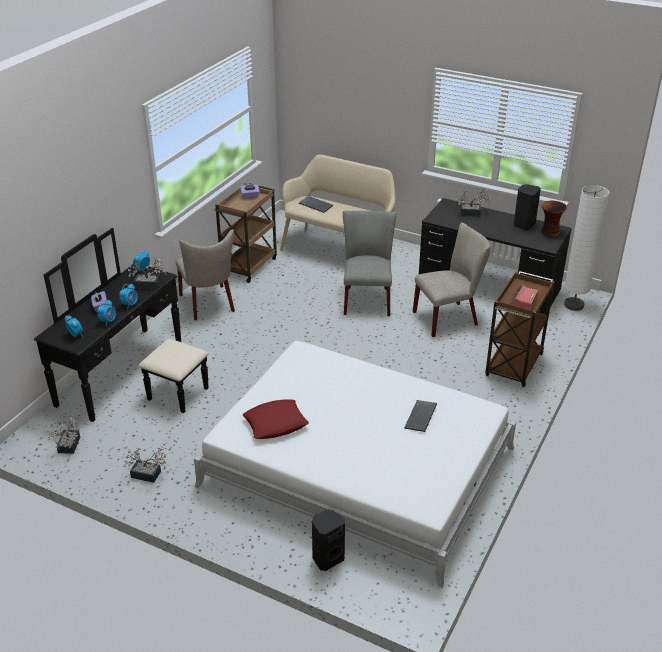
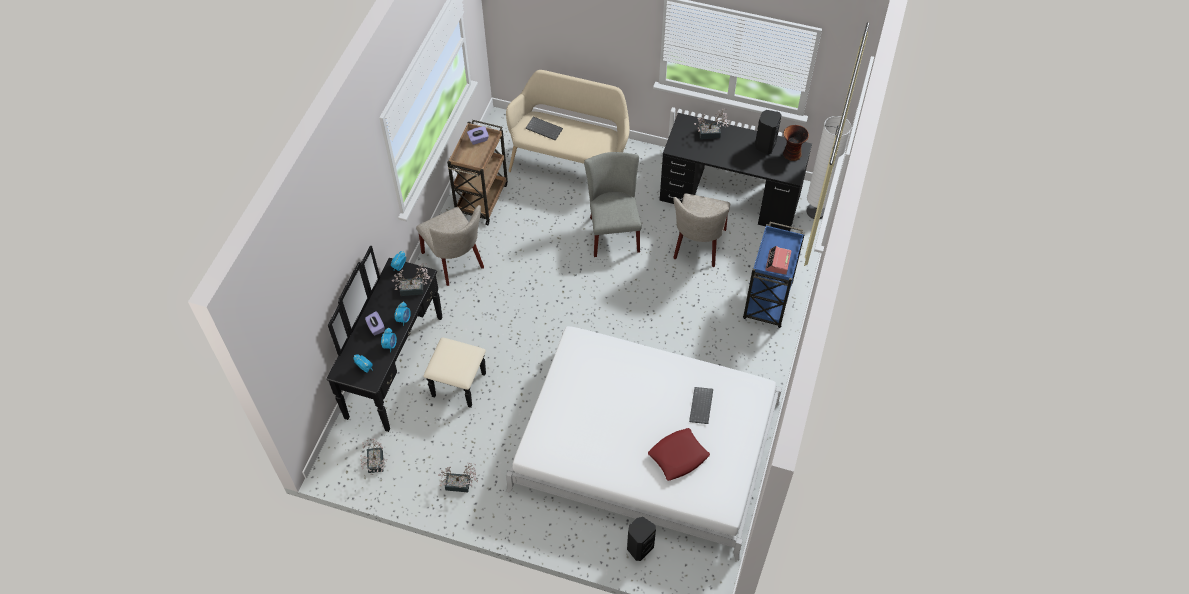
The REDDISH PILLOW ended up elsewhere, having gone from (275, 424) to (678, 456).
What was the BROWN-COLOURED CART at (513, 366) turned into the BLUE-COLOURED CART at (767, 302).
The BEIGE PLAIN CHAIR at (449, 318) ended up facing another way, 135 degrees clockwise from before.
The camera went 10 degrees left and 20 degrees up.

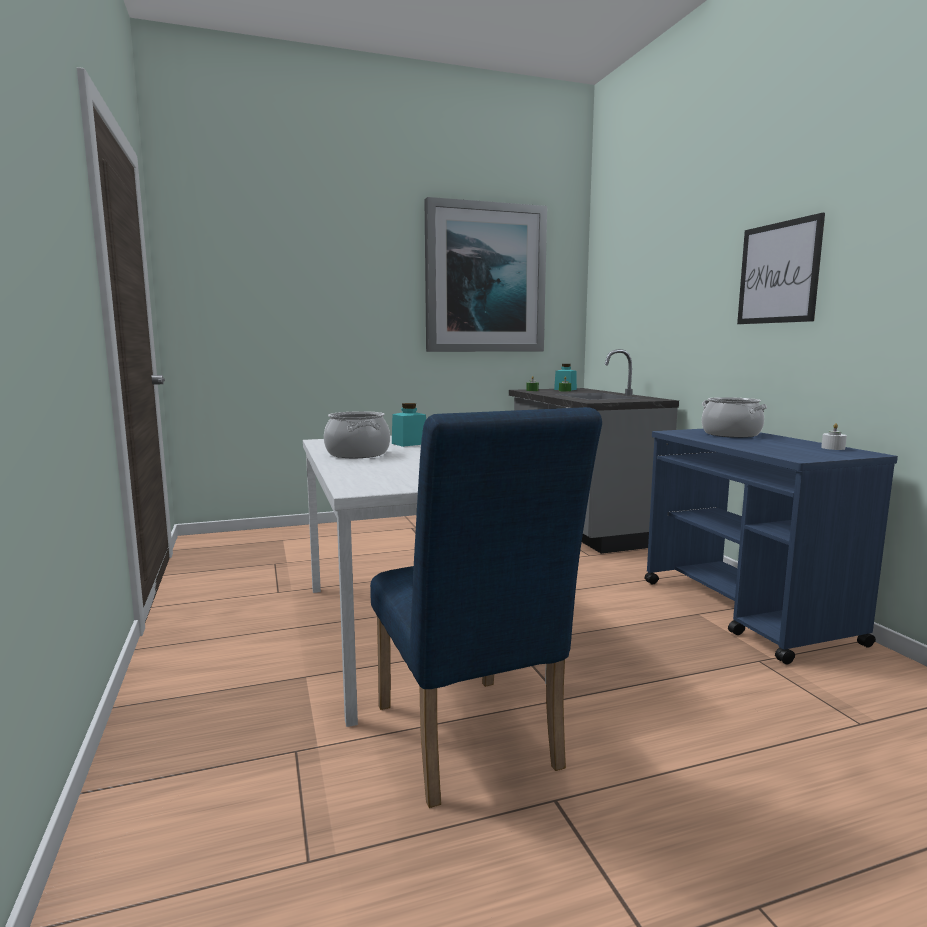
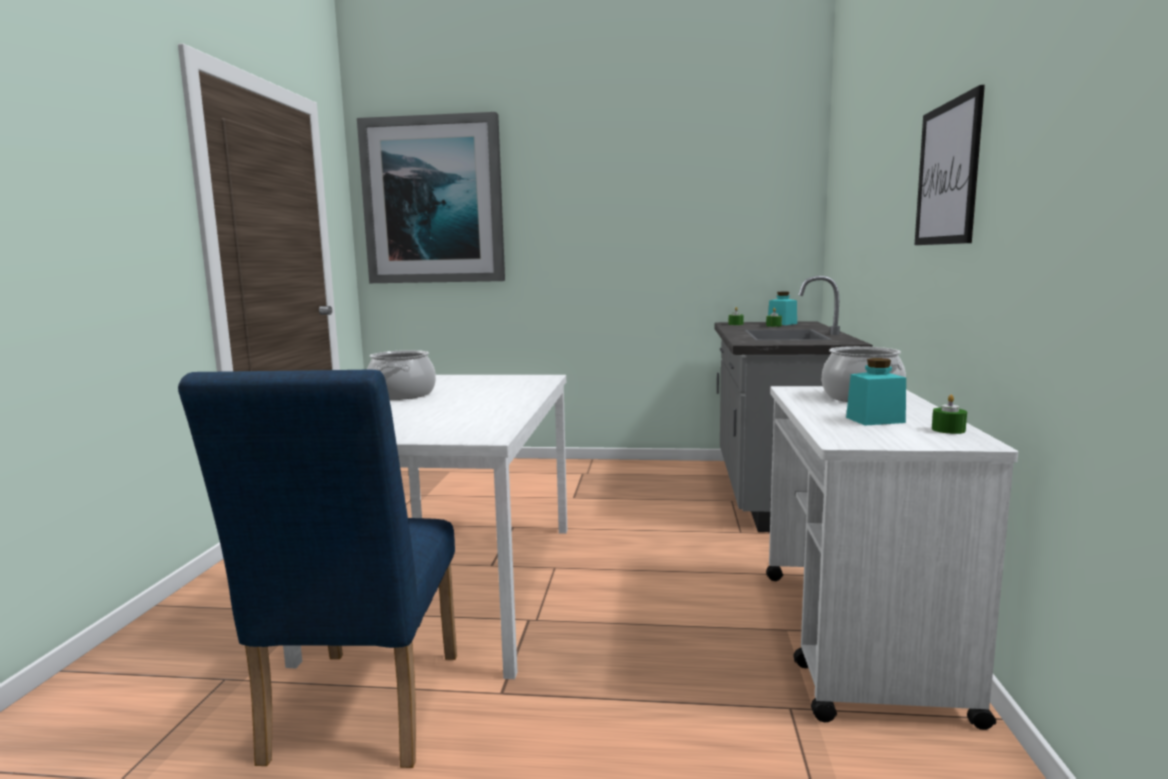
The BLUE-GREEN PRESERVE JAR ended up elsewhere, having gone from (409, 443) to (875, 420).
The WALL PICTURE ended up elsewhere, having gone from (484, 279) to (434, 201).
What was the BLUE-COLOURED CART at (746, 612) turned into the WHITE CART at (857, 640).
What was the WHITE CANDLE at (833, 448) turned into the GREENISH CANDLE at (948, 430).
The camera went 25 degrees right and 0 degrees up.

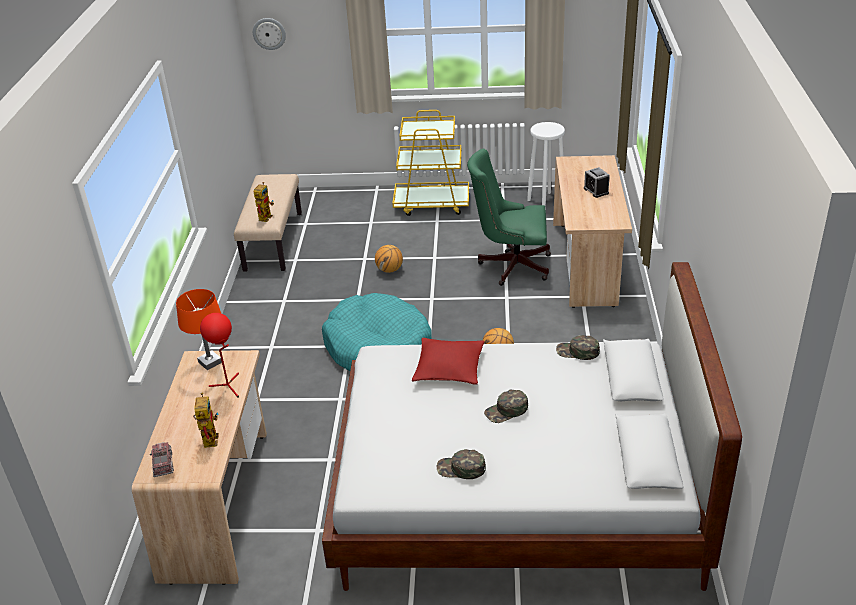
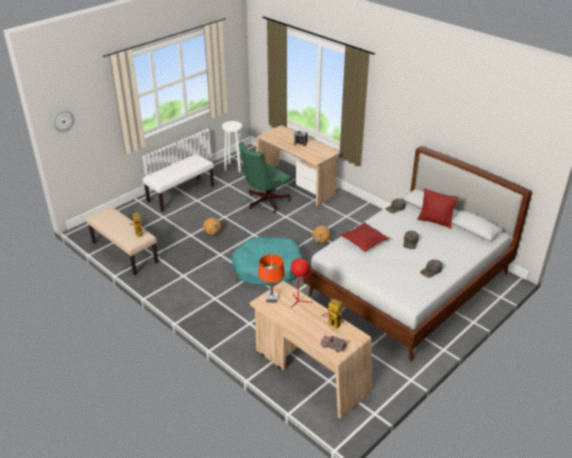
The second view gained the REDDISH PILLOW at (435, 221).
Where the YELLOW CART stood at (432, 204), the WHITE INDOOR BENCH came to stand at (181, 193).
The camera went 50 degrees left and 0 degrees up.

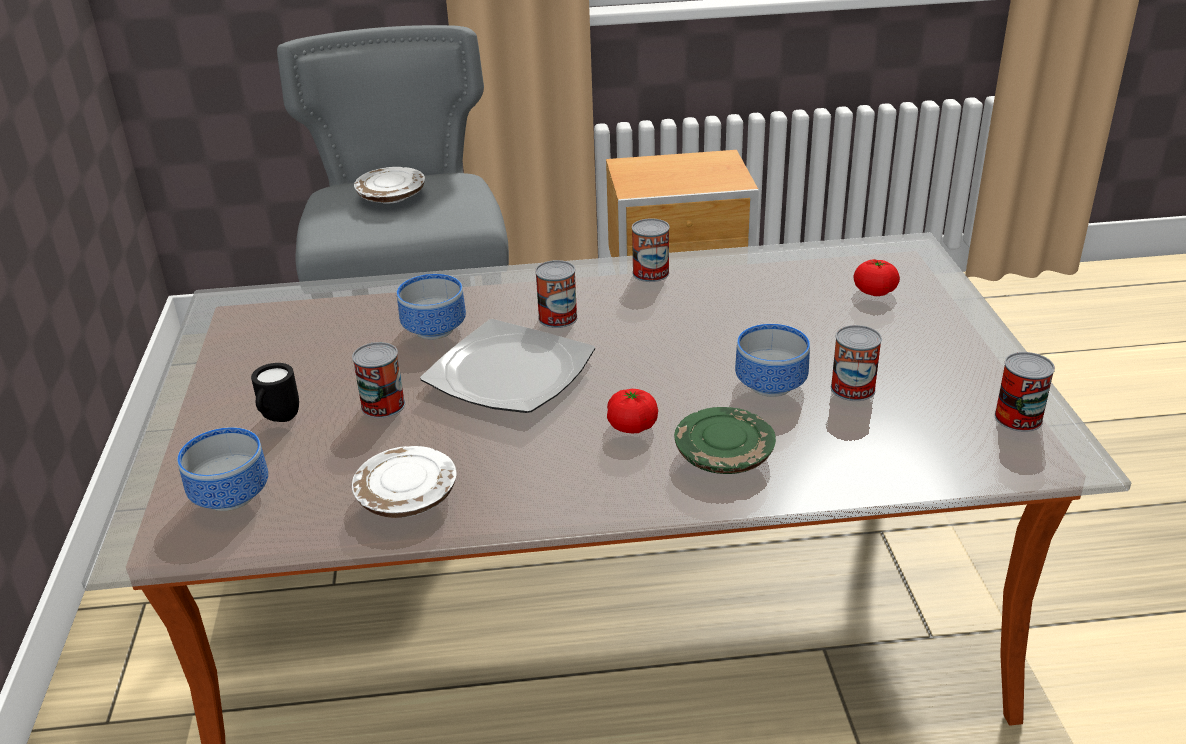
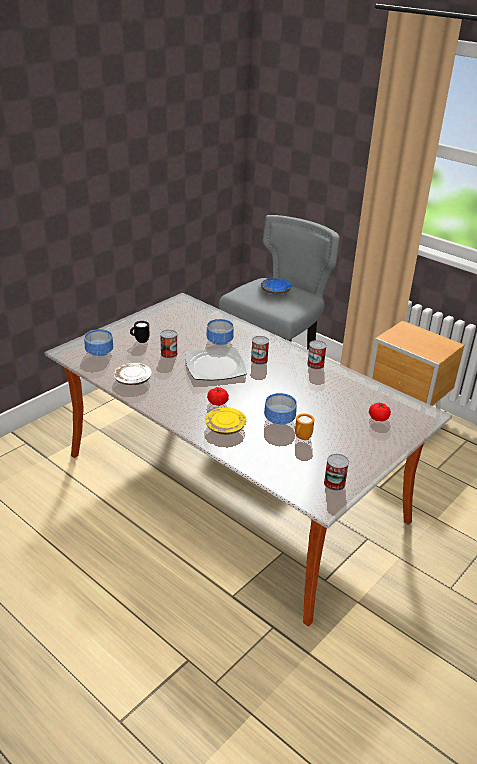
Where the CAN stood at (852, 388), the ORANGEY MUG came to stand at (301, 438).
What was the WHITE DINNER PLATE at (392, 196) turned into the BLUE-COLOURED DINNER PLATE at (275, 291).
What was the GREENISH DINNER PLATE at (724, 455) turned into the YELLOW DINNER PLATE at (225, 427).
The camera went 45 degrees right and 0 degrees up.

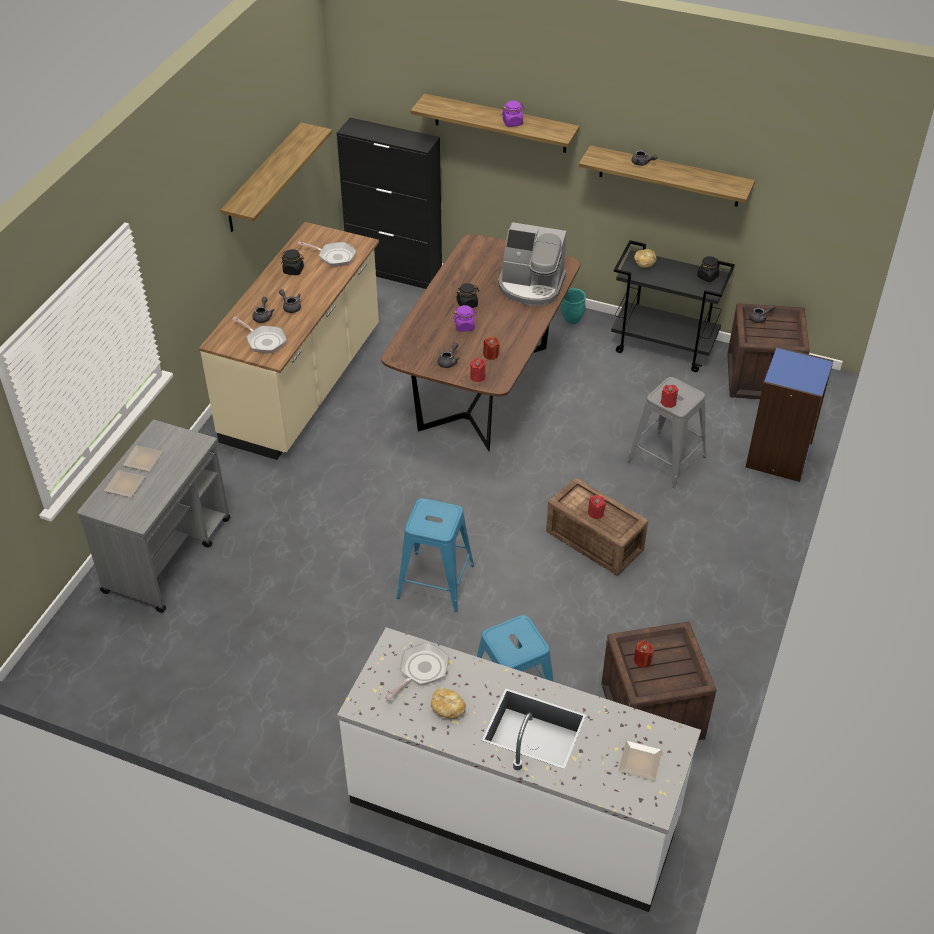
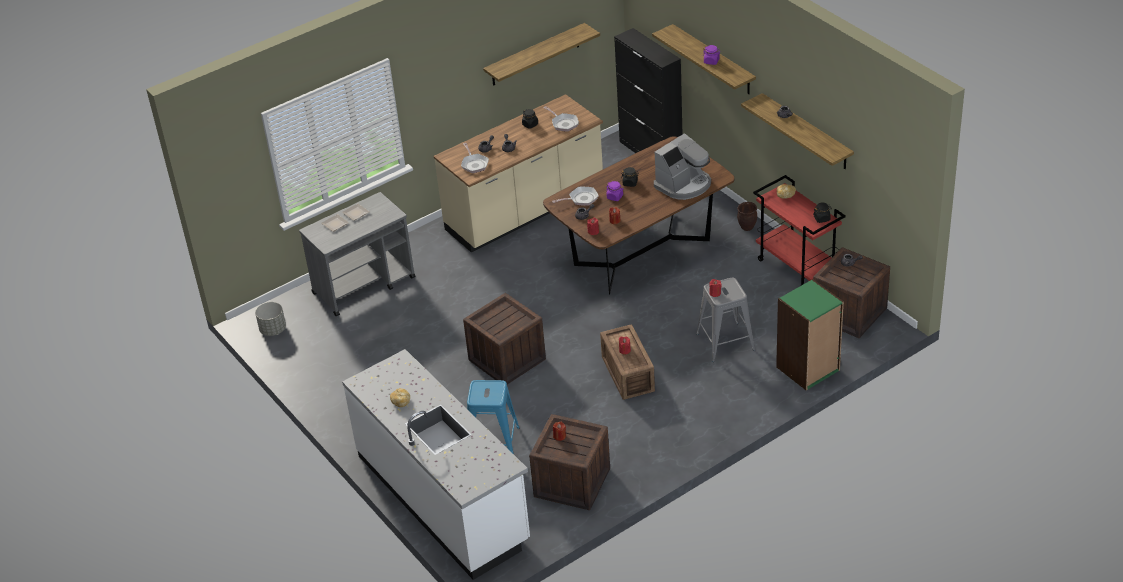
The second view lost the DINNER PLATE at (638, 760).
The second view gained the GRAY PLANT POT at (273, 330).
The SKILLET ended up elsewhere, having gone from (421, 670) to (581, 199).
Where the BLUE-COLOURED SITTING STOOL stood at (436, 581), the PACKING CRATE came to stand at (507, 359).
What was the BLUE-GREEN PLANT POT at (571, 320) turned into the BROWN-COLOURED PLANT POT at (746, 227).
What was the BLACK-COLOURED CART at (664, 346) turned into the REDDISH CART at (797, 268).
What was the BLUE-COLOURED SHELVING UNIT at (779, 456) turned into the GREENISH SHELVING UNIT at (808, 369).
The COFFEE MAKER at (531, 286) ended up facing another way, 90 degrees counterclockwise from before.
The camera went 35 degrees right and 5 degrees down.

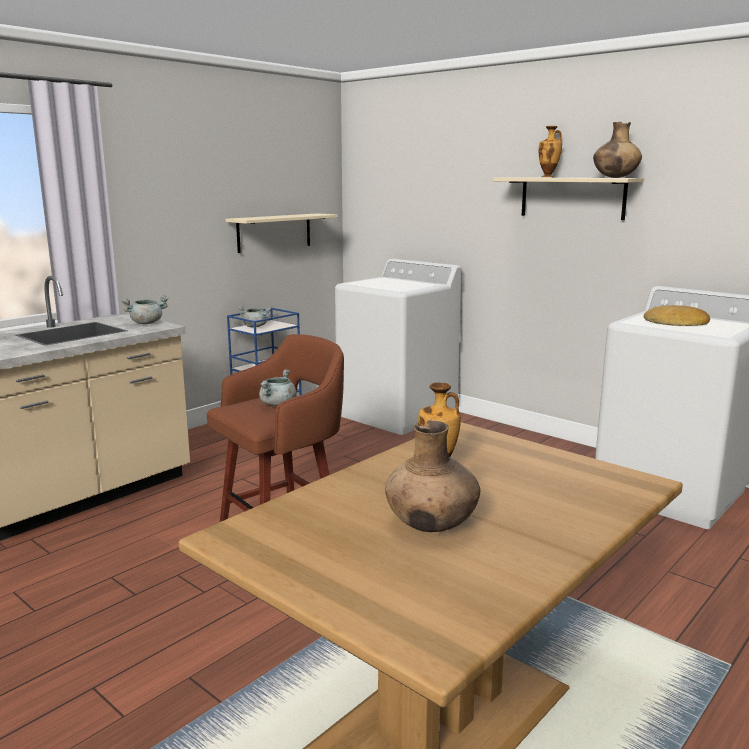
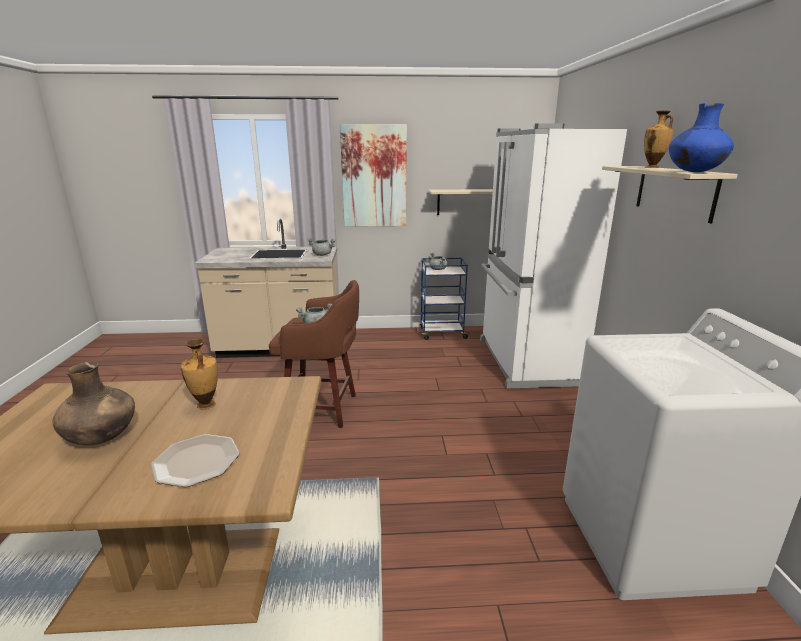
The second view lost the BREAD at (677, 323).
The second view gained the DINNER PLATE at (196, 461).
The second view gained the WALL PICTURE at (374, 177).
Where the WHITE LAUNDRY MACHINE stood at (397, 414), the WHITE FRIDGE came to stand at (524, 361).
What was the BROWN-COLOURED VASE at (615, 177) turned into the BLUE-COLOURED VASE at (694, 172).
The camera went 45 degrees right and 5 degrees up.

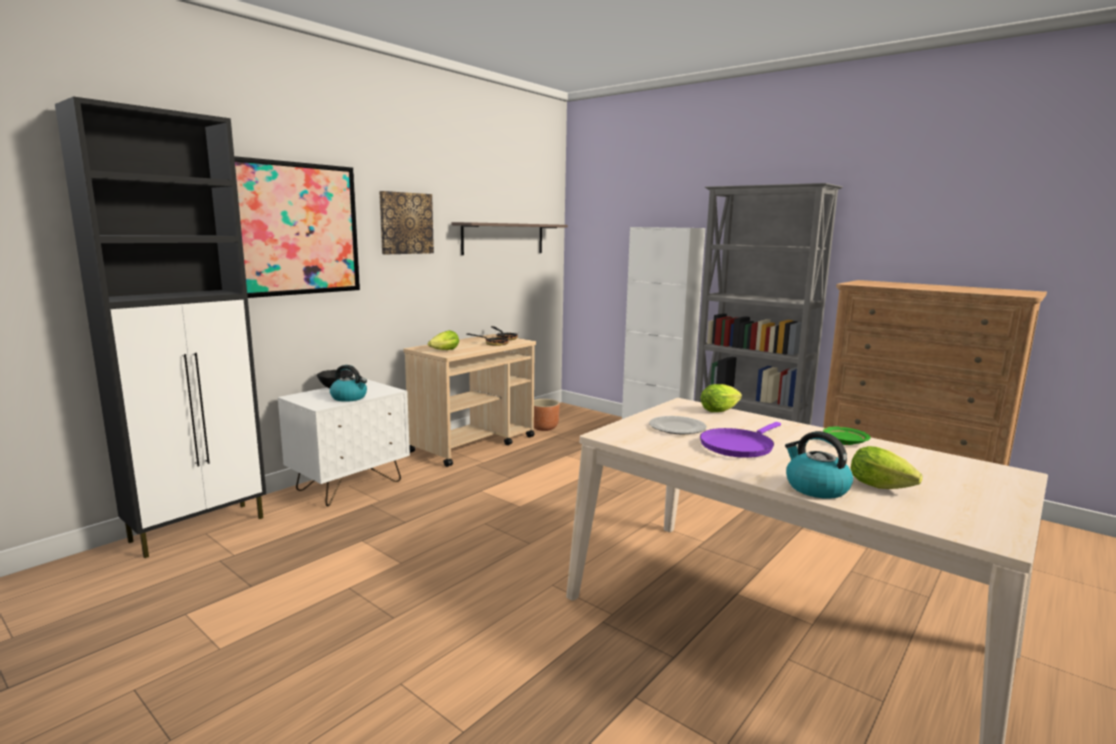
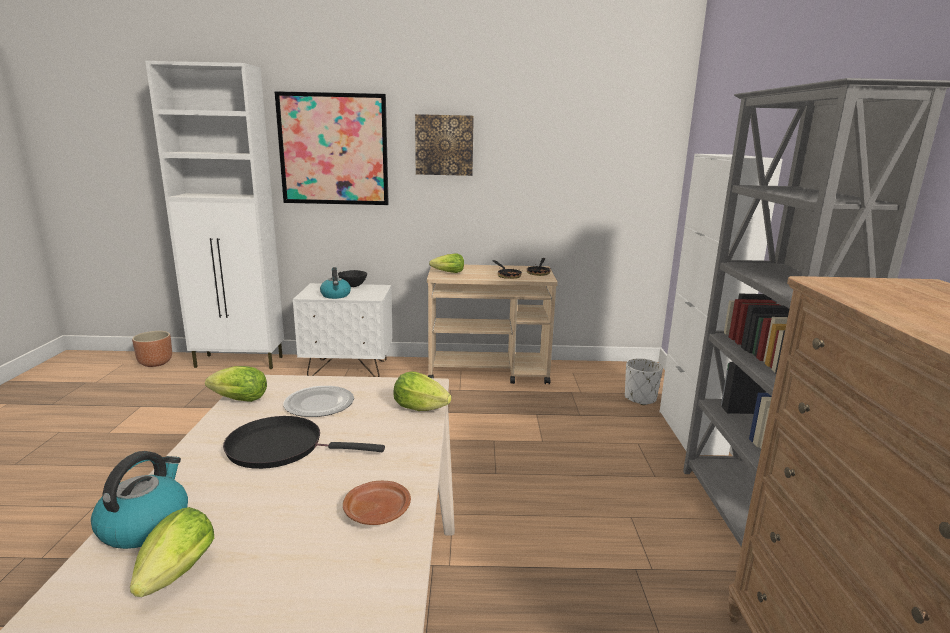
The second view lost the SHELF at (503, 238).
The second view gained the LETTUCE HEAD at (236, 400).
The second view gained the WHITE PLANT POT at (640, 398).
The BROWN-COLOURED PLANT POT ended up elsewhere, having gone from (543, 428) to (155, 363).
What was the BLACK-COLOURED CUPBOARD at (200, 529) turned into the WHITE CUPBOARD at (240, 362).
What was the PURPLE-COLOURED SKILLET at (738, 446) turned into the BLACK-COLOURED SKILLET at (281, 447).
What was the GREENISH DINNER PLATE at (844, 442) turned into the BROWN-COLOURED DINNER PLATE at (377, 512).
The camera went 50 degrees right and 5 degrees up.

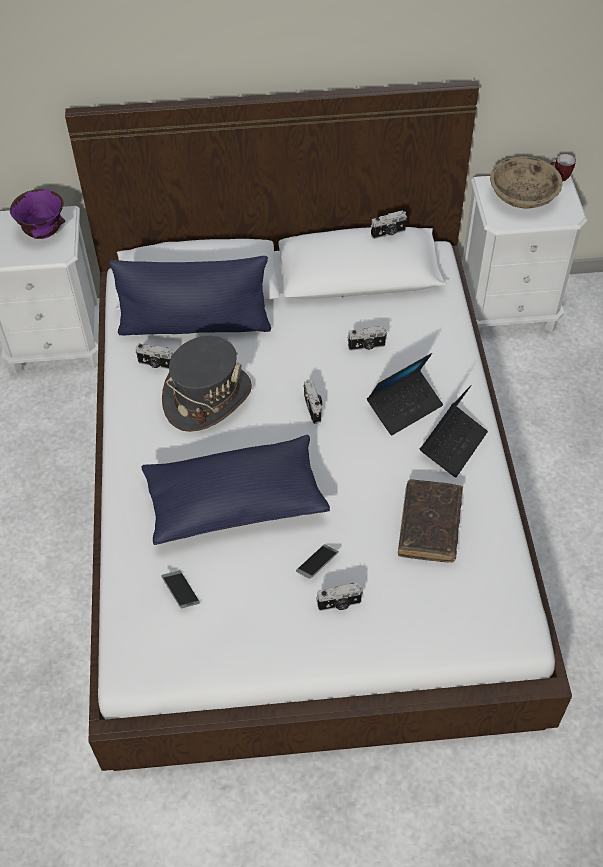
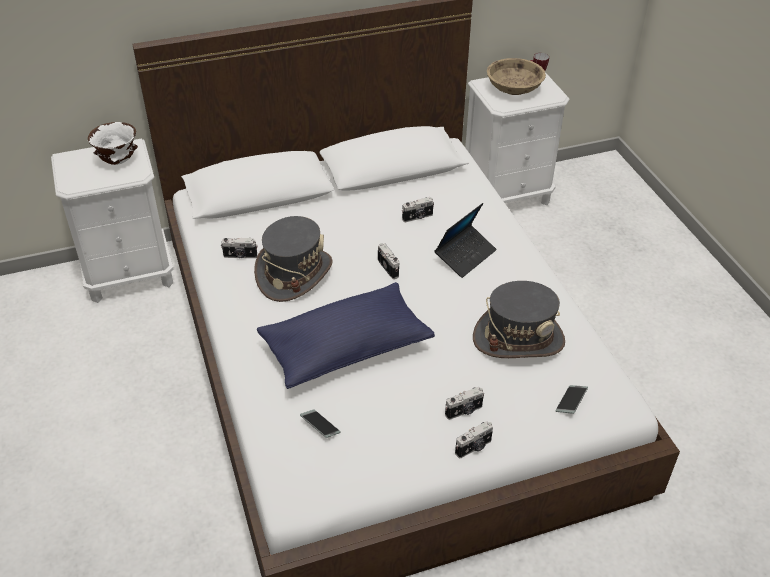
The second view lost the BLUE-COLOURED PILLOW at (195, 325).
The second view lost the PORTABLE COMPUTER at (453, 445).
The PHONE ended up elsewhere, having gone from (317, 564) to (571, 402).
The PHOTO CAMERA ended up elsewhere, having gone from (388, 233) to (474, 448).
Where the BROWN-COLOURED VOLUME stood at (429, 526), the GRAY CLOTHING HAT came to stand at (518, 339).
What was the PURPLE-COLOURED SERVING BOWL at (43, 233) turned into the WHITE SERVING BOWL at (117, 161).
The camera went 15 degrees left and 10 degrees down.

